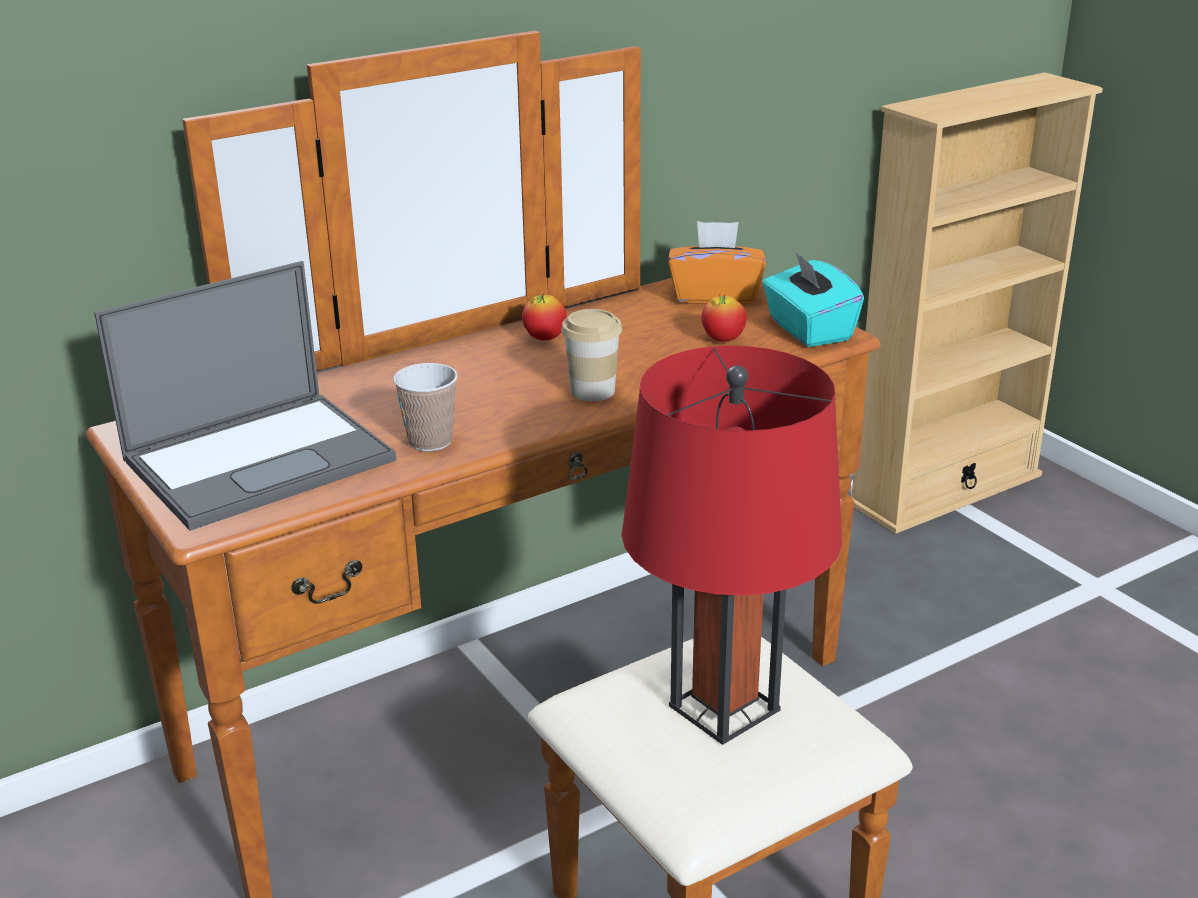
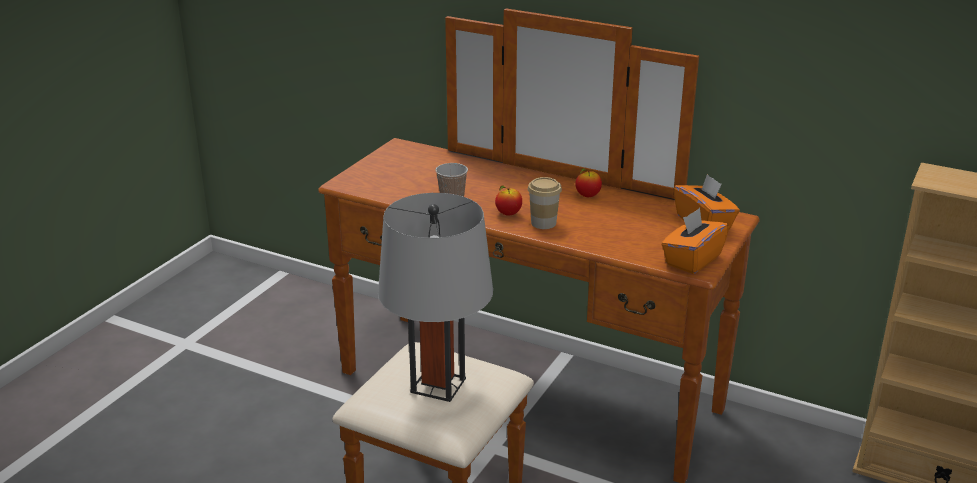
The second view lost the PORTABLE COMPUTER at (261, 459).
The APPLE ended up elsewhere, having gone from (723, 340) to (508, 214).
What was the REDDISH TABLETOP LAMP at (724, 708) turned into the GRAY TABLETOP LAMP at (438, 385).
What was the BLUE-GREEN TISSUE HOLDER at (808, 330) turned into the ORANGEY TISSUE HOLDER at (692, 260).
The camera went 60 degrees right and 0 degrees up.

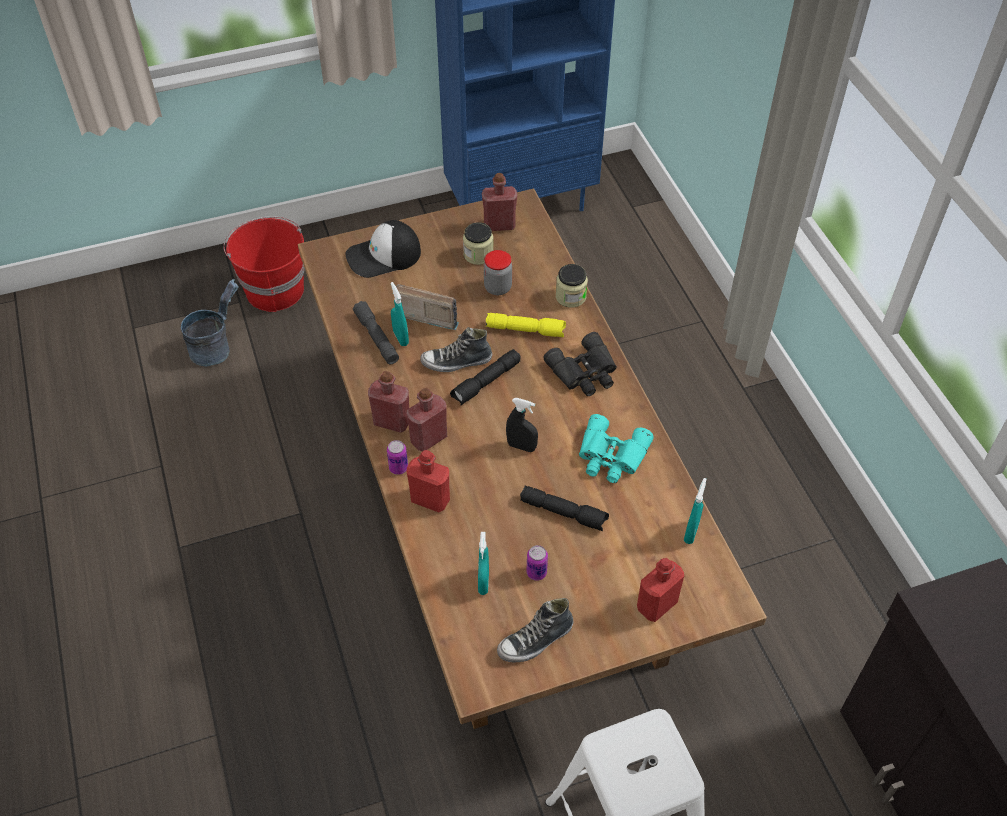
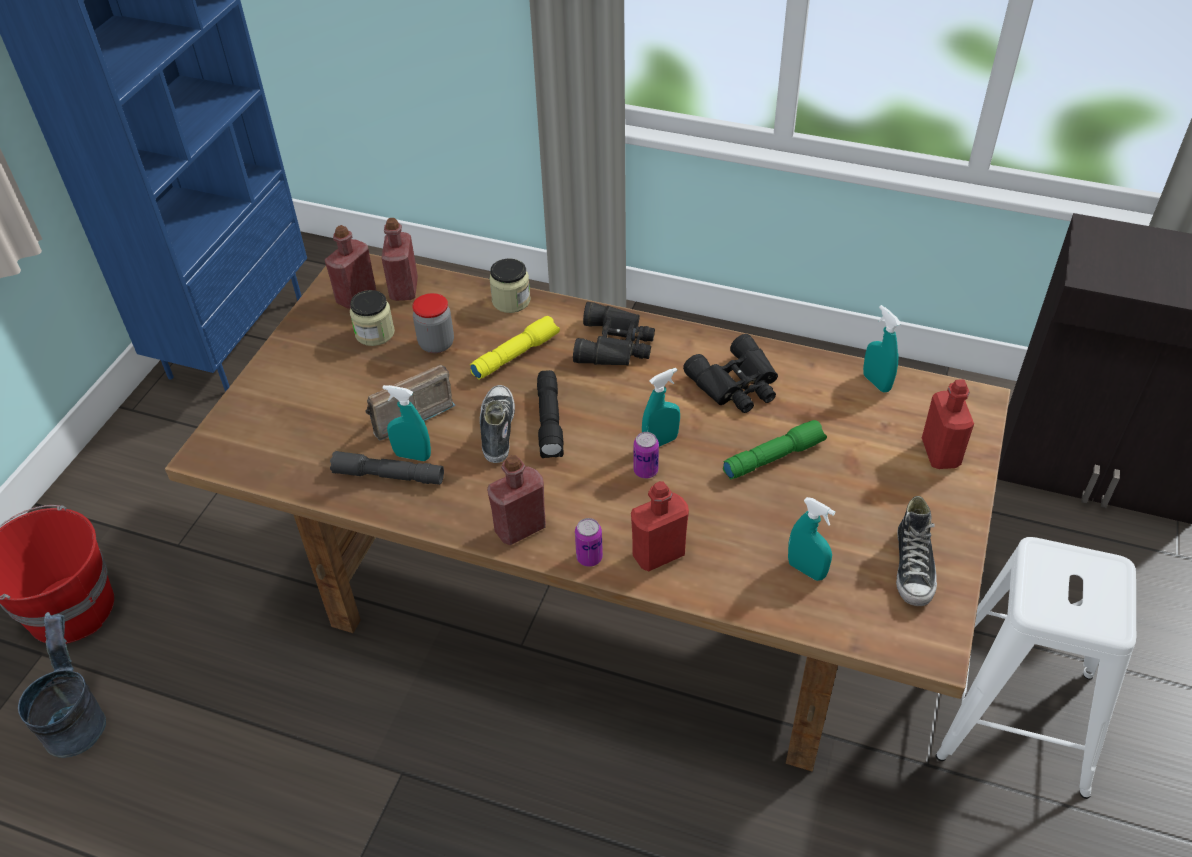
The second view lost the CAP at (383, 256).
The REDDISH BOTTLE ended up elsewhere, having gone from (428, 438) to (404, 289).
The CAN ended up elsewhere, having gone from (536, 572) to (645, 471).
What was the BLACK-COLOURED HAND SPRAYER at (521, 446) turned into the BLUE-GREEN HAND SPRAYER at (660, 442).
What was the BLACK-COLOURED FLASHLIGHT at (564, 512) turned into the GREENISH FLASHLIGHT at (773, 456).
What was the BLUE-GREEN BINOCULARS at (611, 456) turned into the BLACK-COLOURED BINOCULARS at (737, 385).
The LOW SHOE at (456, 362) ended up facing another way, 150 degrees clockwise from before.
The camera went 50 degrees left and 5 degrees down.

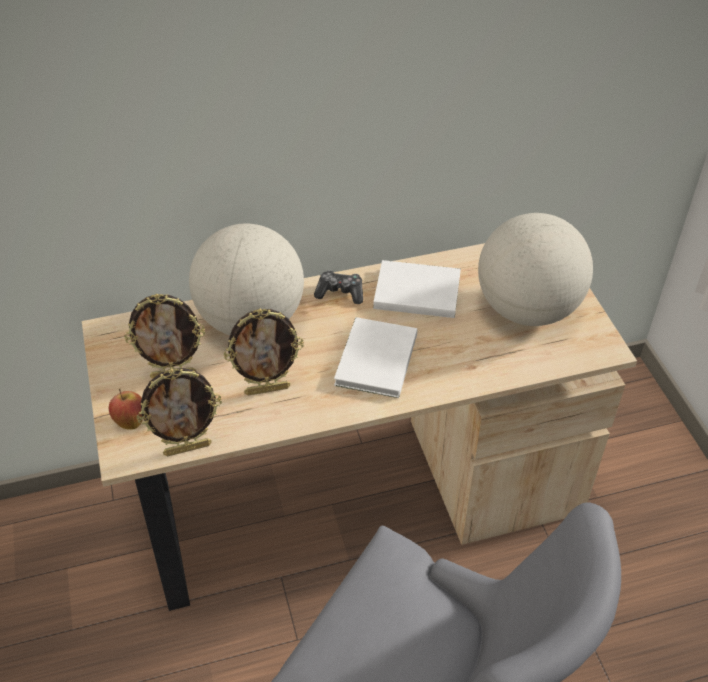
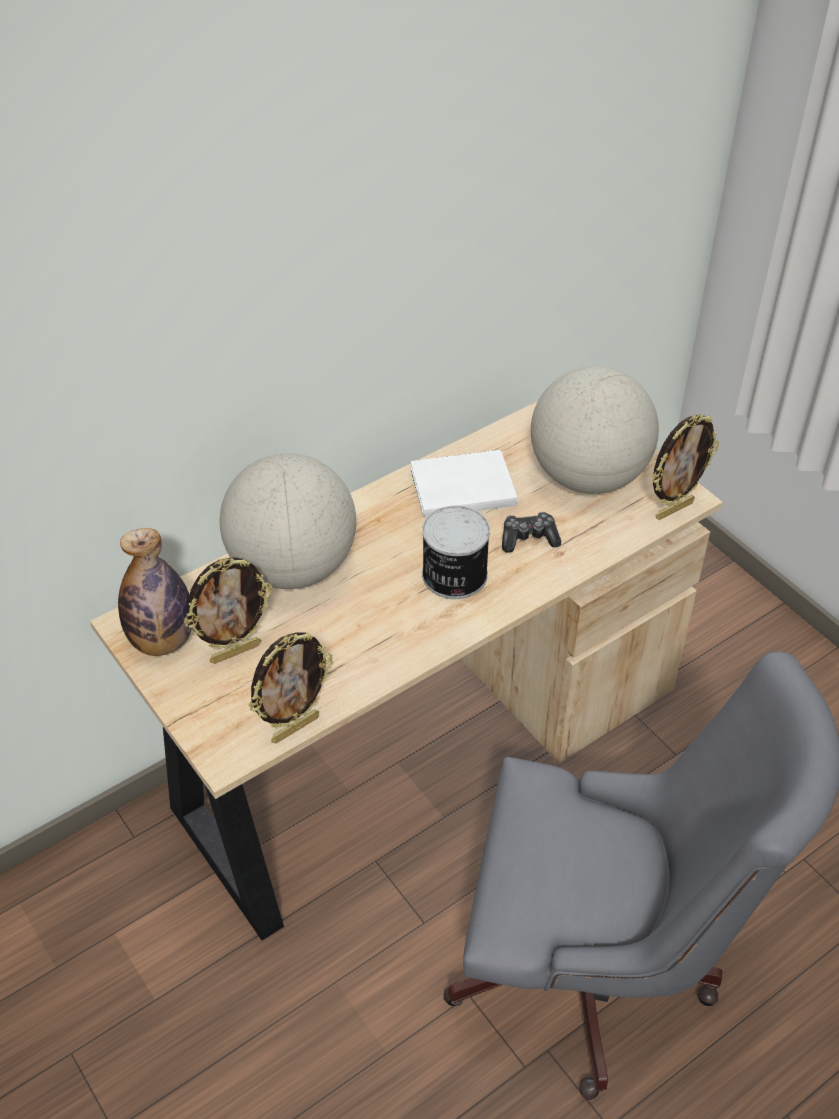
The second view lost the APPLE at (130, 421).
The second view gained the BOTTLE at (162, 641).
The STANDING FRAME ended up elsewhere, having gone from (267, 389) to (673, 509).
The JOYPAD ended up elsewhere, having gone from (340, 292) to (528, 538).
Where the WHITE VOLUME stood at (374, 361), the CAN came to stand at (453, 576).
The camera went 20 degrees left and 0 degrees up.

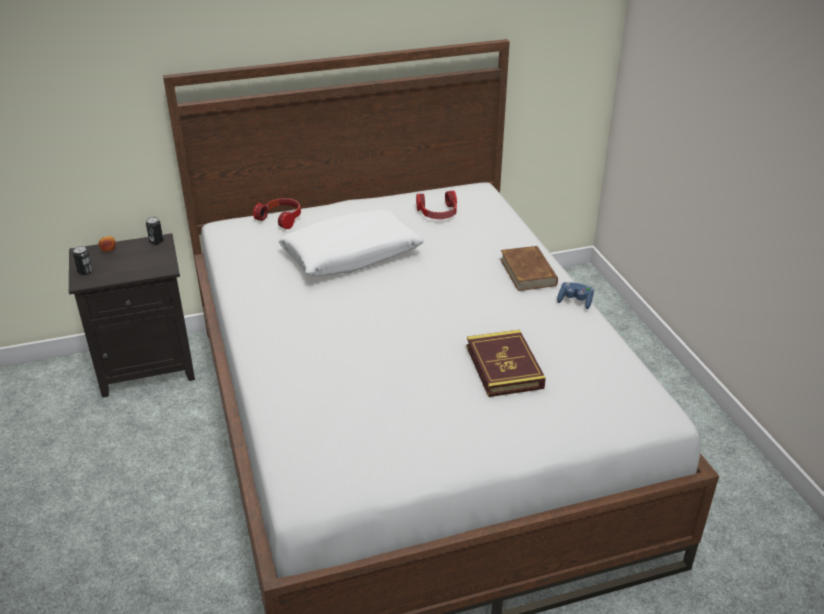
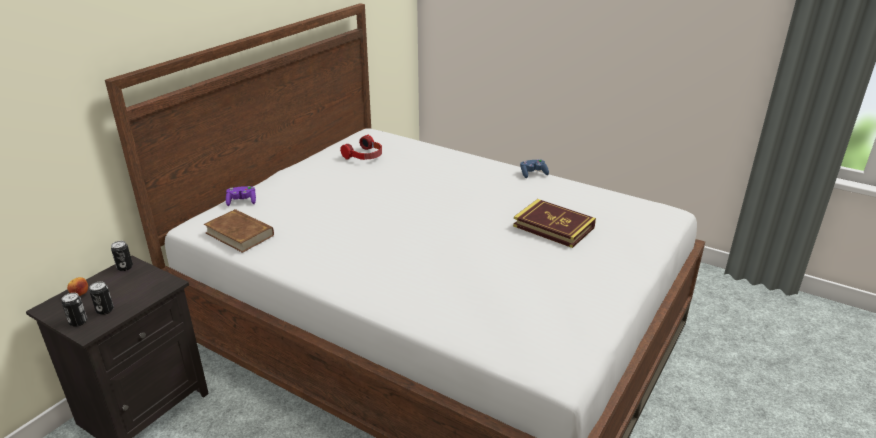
The second view lost the WHITE PILLOW at (351, 255).
The second view gained the CAN at (105, 310).
The BROWN-COLOURED VOLUME ended up elsewhere, having gone from (528, 272) to (240, 234).
Where the HEADPHONES stood at (281, 218), the PURPLE-COLOURED JOYPAD came to stand at (242, 202).
The camera went 40 degrees left and 5 degrees down.

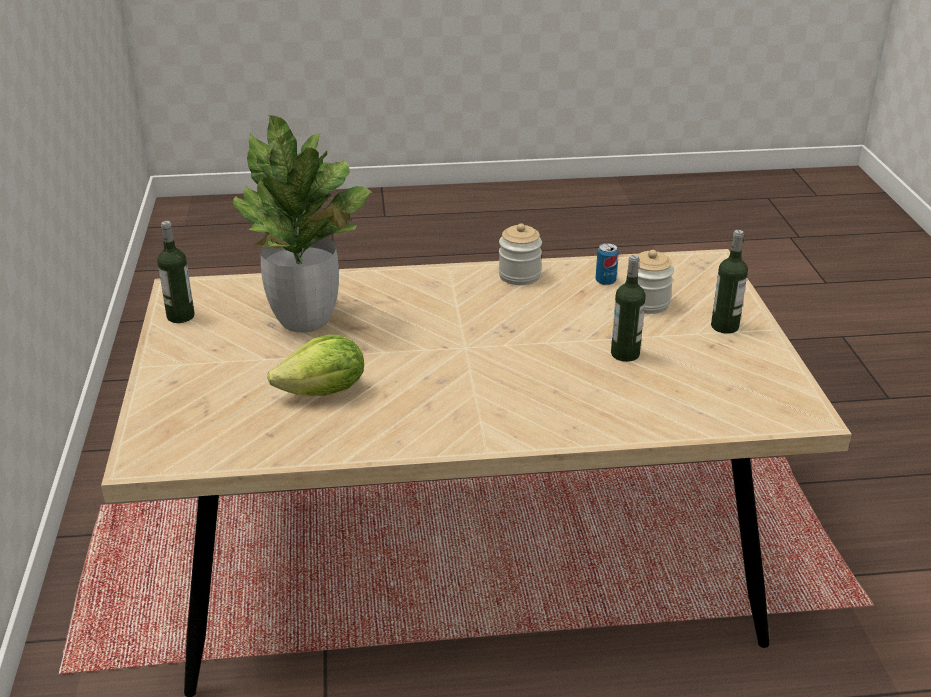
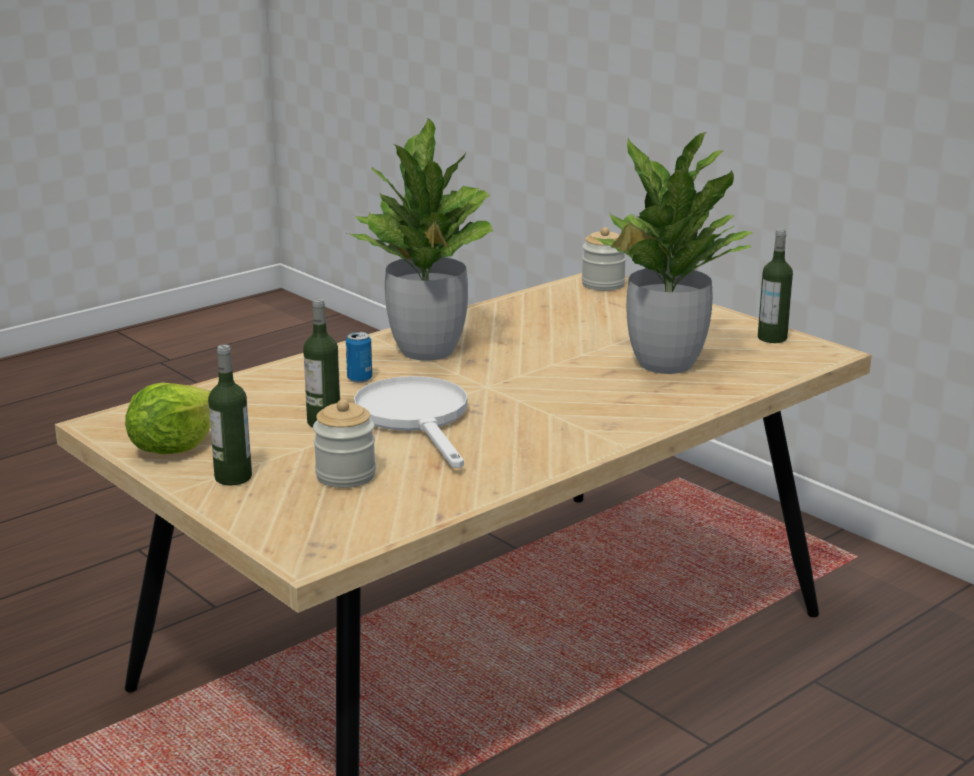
The second view gained the PLANT IN A POT at (427, 351).
The second view gained the WHITE SKILLET at (417, 418).
The LETTUCE HEAD ended up elsewhere, having gone from (324, 392) to (173, 448).
The PRESERVE JAR ended up elsewhere, having gone from (519, 275) to (603, 284).
The CAN ended up elsewhere, having gone from (605, 281) to (359, 379).
The camera went 145 degrees right and 10 degrees down.

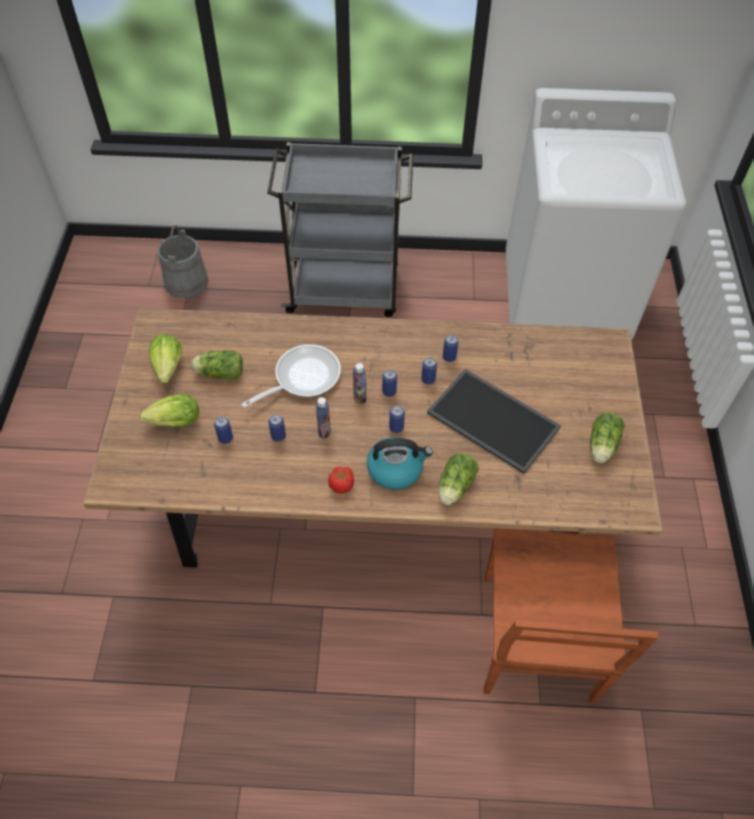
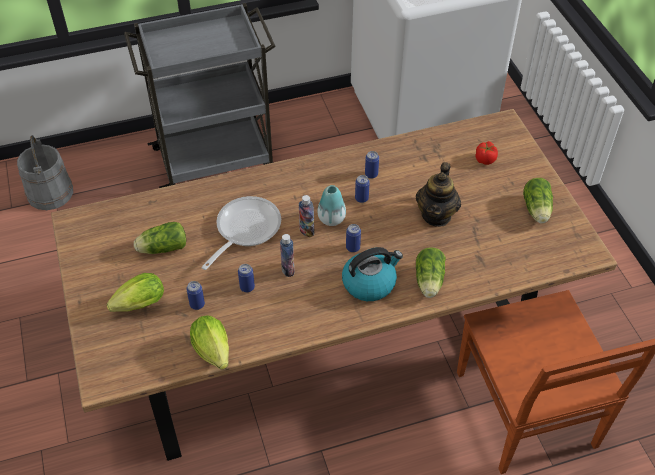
The LETTUCE HEAD ended up elsewhere, having gone from (168, 369) to (214, 353).
The TOMATO ended up elsewhere, having gone from (341, 485) to (485, 159).
Where the CAN stood at (389, 392), the VASE came to stand at (331, 219).
Where the SERVING TRAY stood at (495, 419), the POT FOR TEA came to stand at (436, 215).
The camera went 20 degrees left and 5 degrees down.

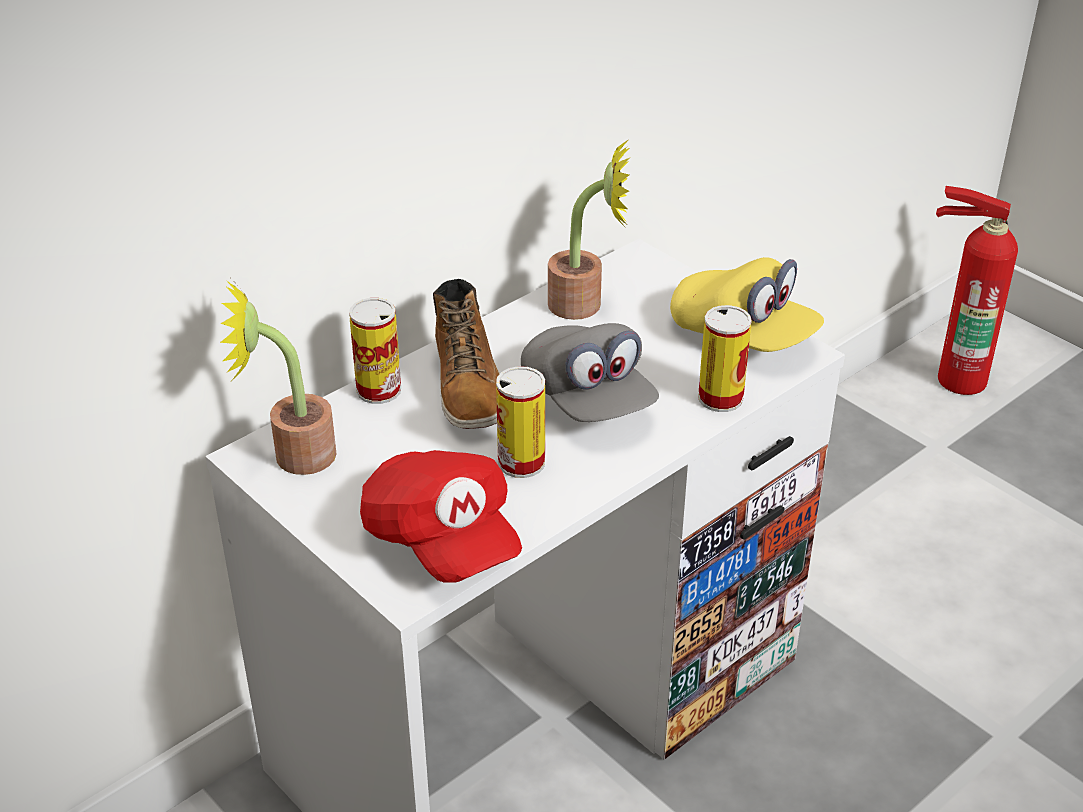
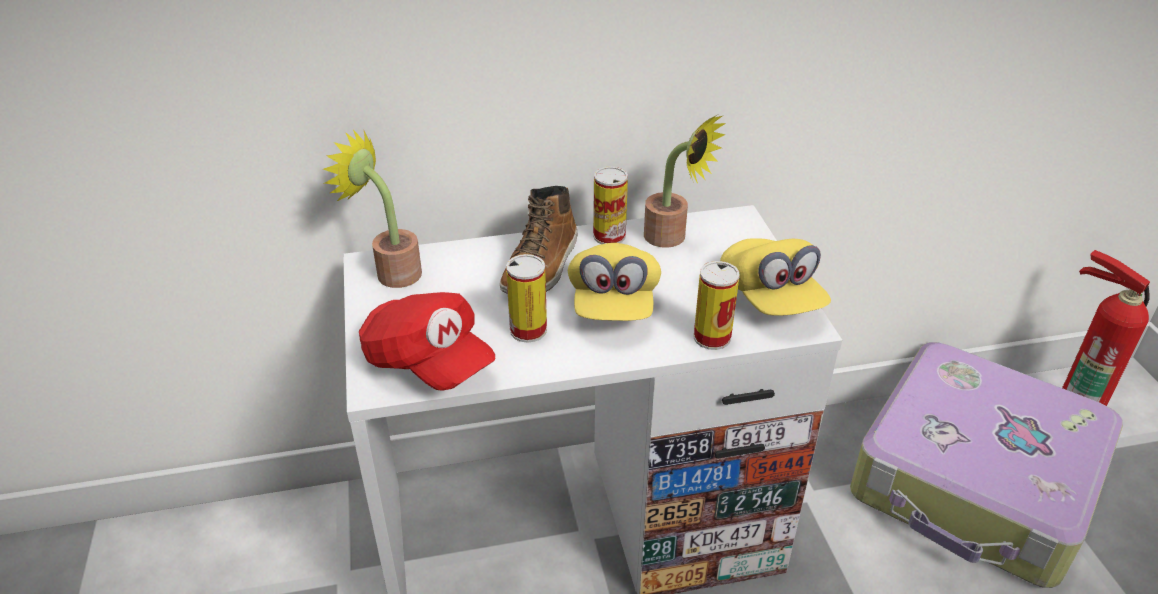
The second view gained the PIECE OF LUGGAGE at (975, 483).
The CAN ended up elsewhere, having gone from (379, 390) to (609, 236).
What was the GRAY CAP at (588, 400) turned into the YELLOW CAP at (613, 304).
The REDDISH CAP at (441, 540) ended up facing another way, 45 degrees counterclockwise from before.
The camera went 30 degrees right and 0 degrees up.

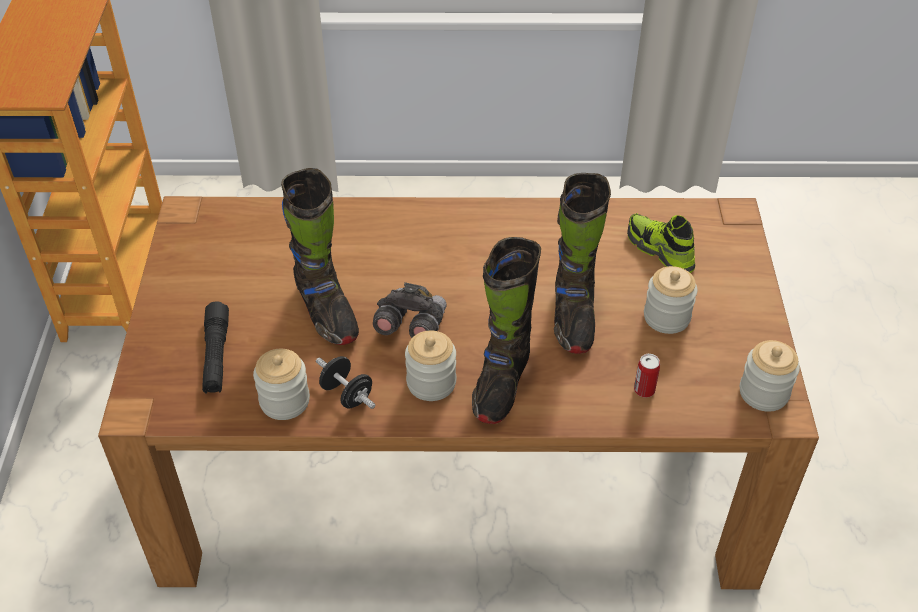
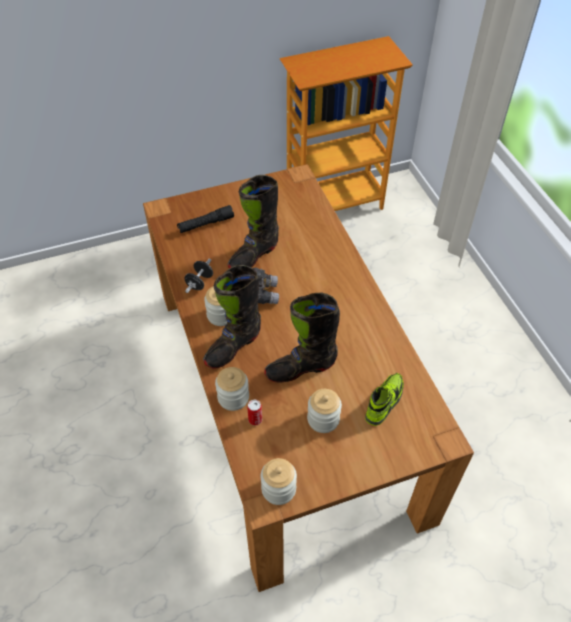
The PRESERVE JAR ended up elsewhere, having gone from (284, 401) to (233, 397).
The BLACK-COLOURED HIGH-TOP BOOT at (501, 383) ended up facing another way, 45 degrees counterclockwise from before.
The camera went 70 degrees right and 5 degrees up.

